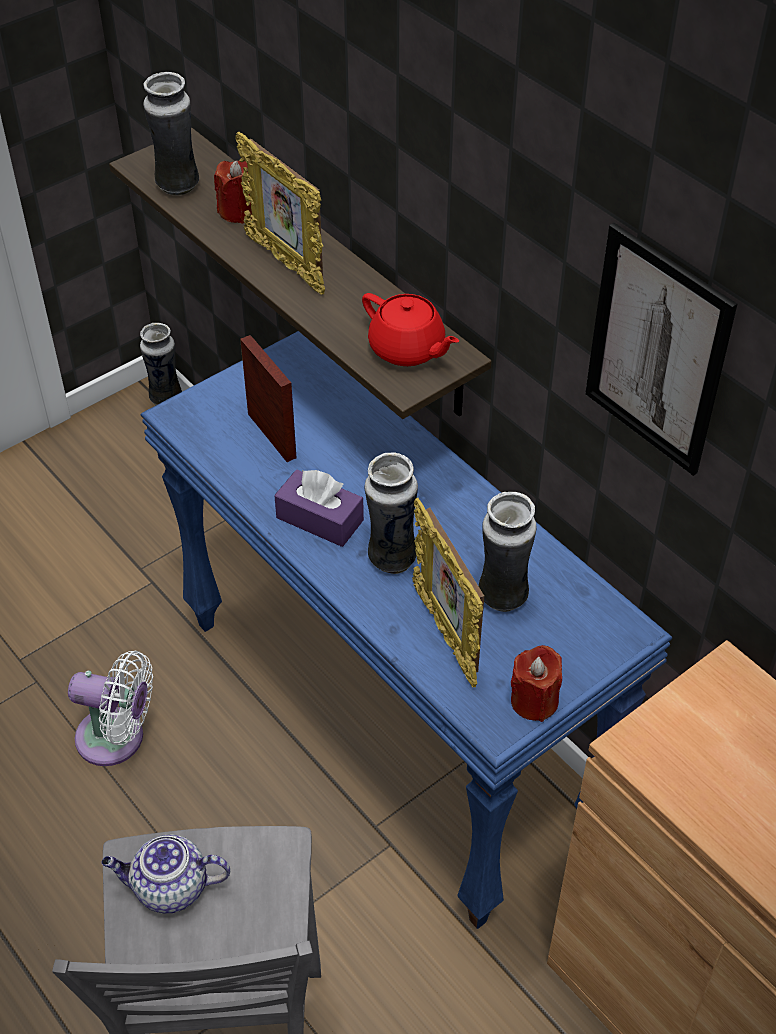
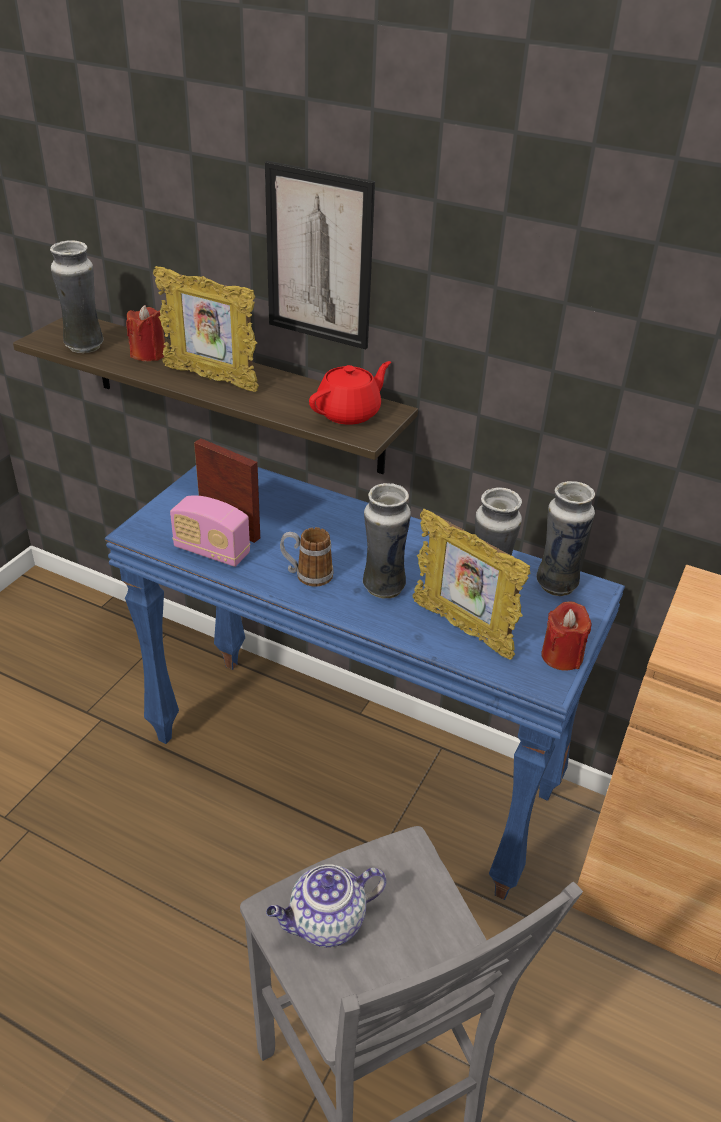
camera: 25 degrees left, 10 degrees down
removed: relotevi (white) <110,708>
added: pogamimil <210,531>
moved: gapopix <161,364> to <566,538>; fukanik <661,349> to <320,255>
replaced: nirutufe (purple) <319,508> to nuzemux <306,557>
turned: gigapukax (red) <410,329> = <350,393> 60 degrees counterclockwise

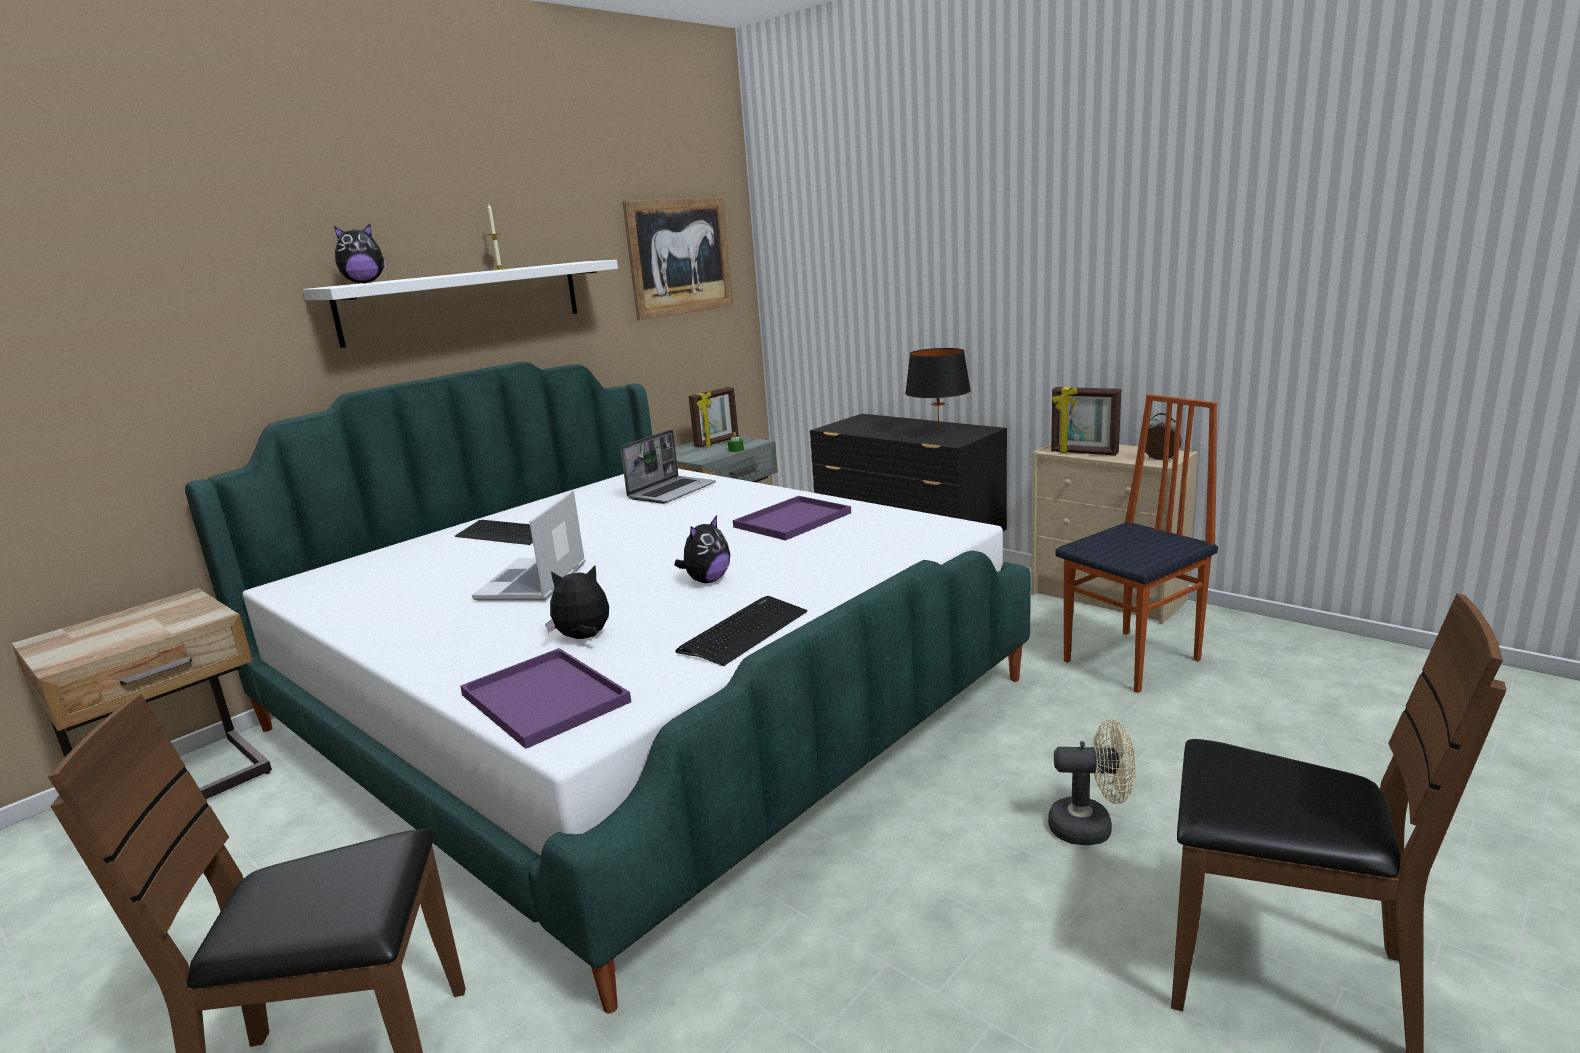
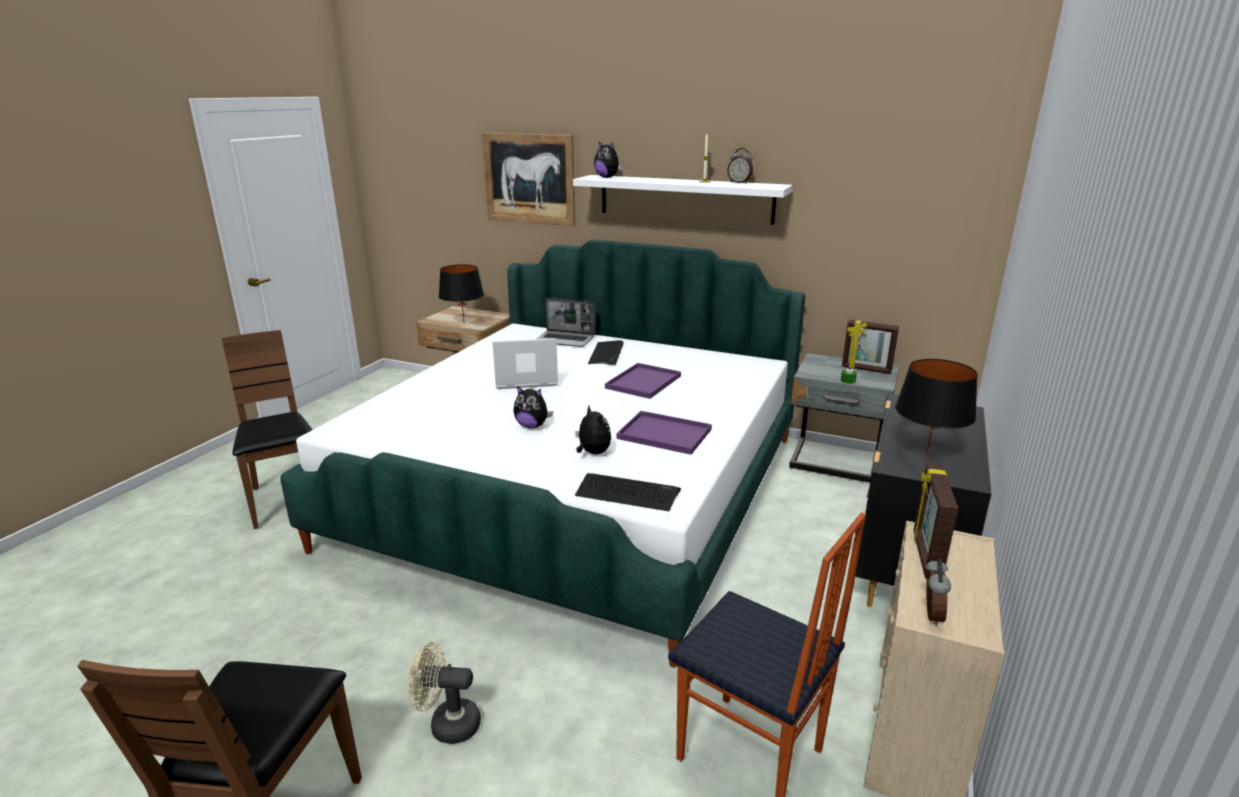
camera: 70 degrees right, 5 degrees up
added: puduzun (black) <461,293>; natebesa <740,166>
moved: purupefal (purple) <545,698> to <643,381>; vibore <577,602> to <593,430>; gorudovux <668,466> to <566,322>; fukanik <678,258> to <528,179>; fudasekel <741,631> to <628,492>
turned: relotevi (beige) <1092,782> = <444,693> 105 degrees clockwise

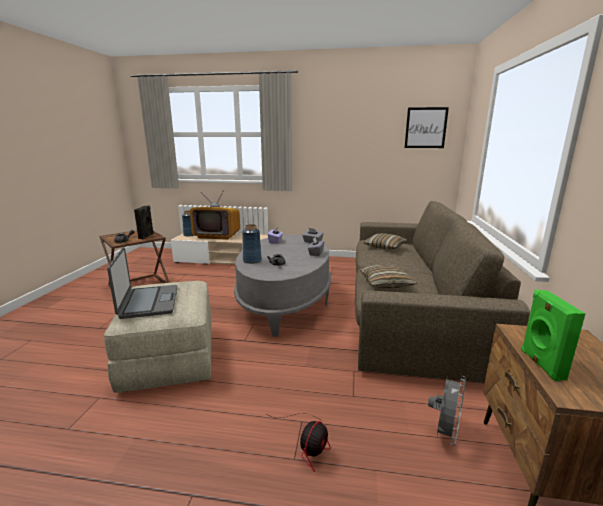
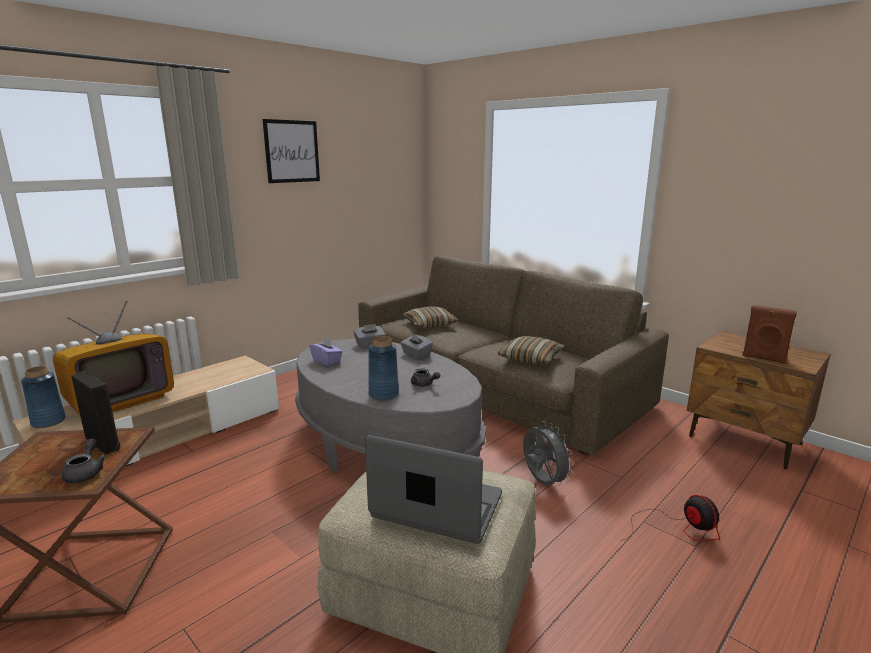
camera: 55 degrees left, 0 degrees up
moved: fukanik <426,127> to <291,151>; relotevi (grey) <447,410> to <548,453>
recoloured: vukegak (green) <553,335> to vukegak (brown) <769,334>

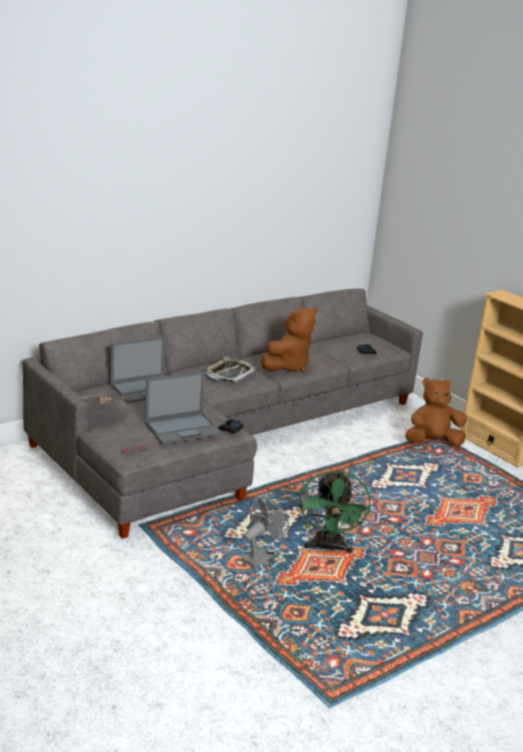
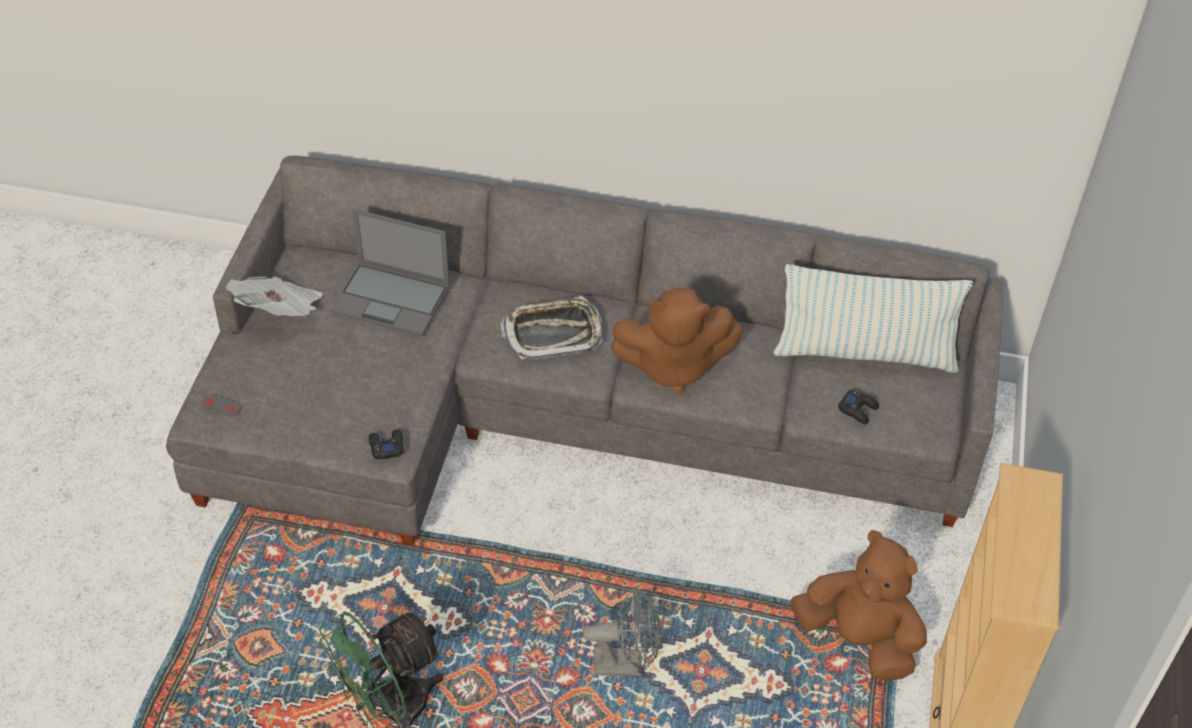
camera: 50 degrees right, 25 degrees up
removed: gorudovux <182,407>
added: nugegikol <873,318>
moved: relotevi (grey) <266,532> to <622,631>

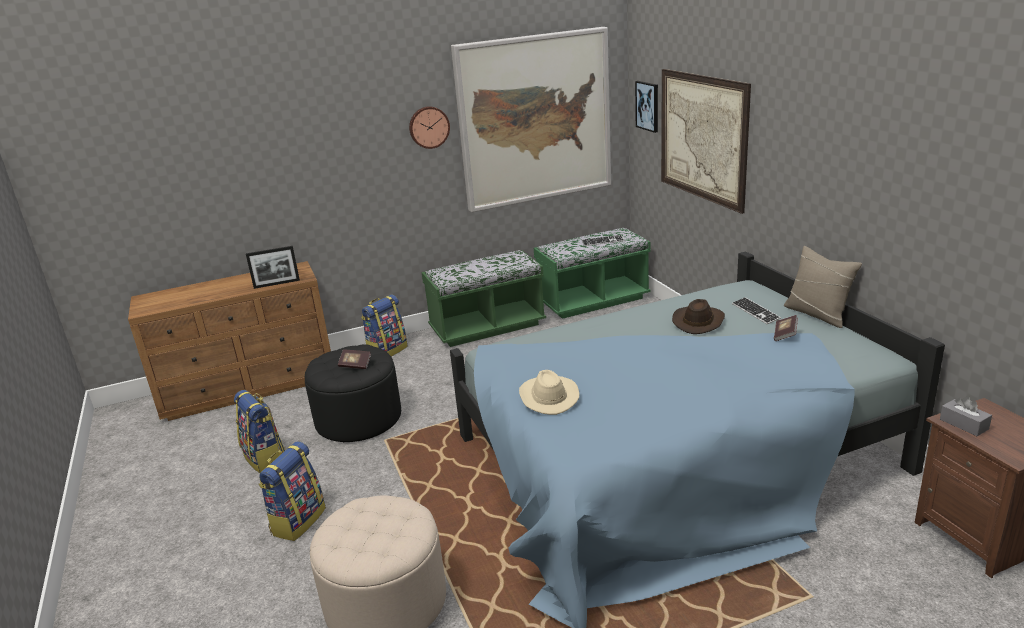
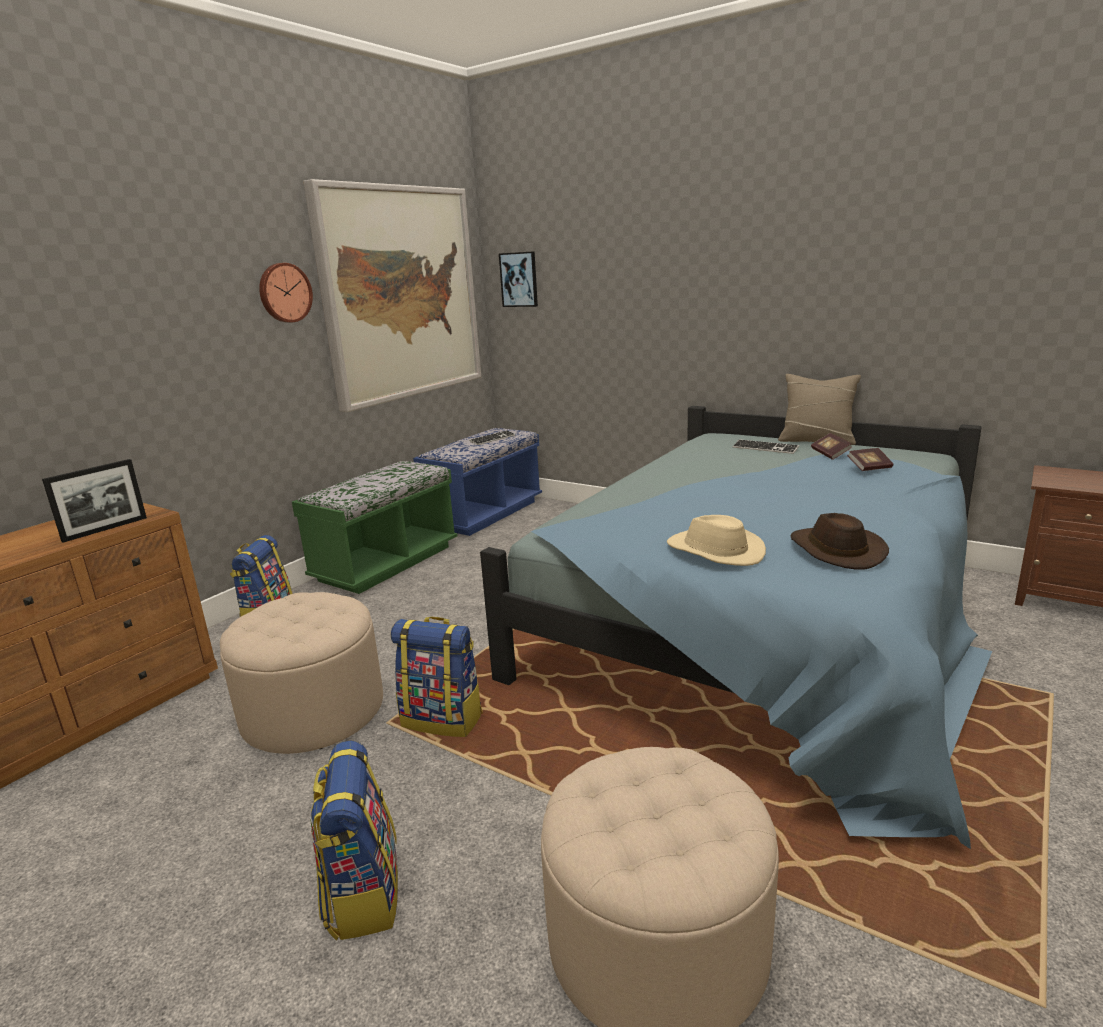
camera: 35 degrees left, 5 degrees down
removed: fukanik <706,141>; nirutufe (grey) <966,416>
moved: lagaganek <259,431> to <437,677>; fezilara <354,359> to <870,459>; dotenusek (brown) <698,316> to <840,541>
recoloured: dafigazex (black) <353,393> to dafigazex (beige) <301,673>; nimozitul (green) <592,273> to nimozitul (blue) <477,482>

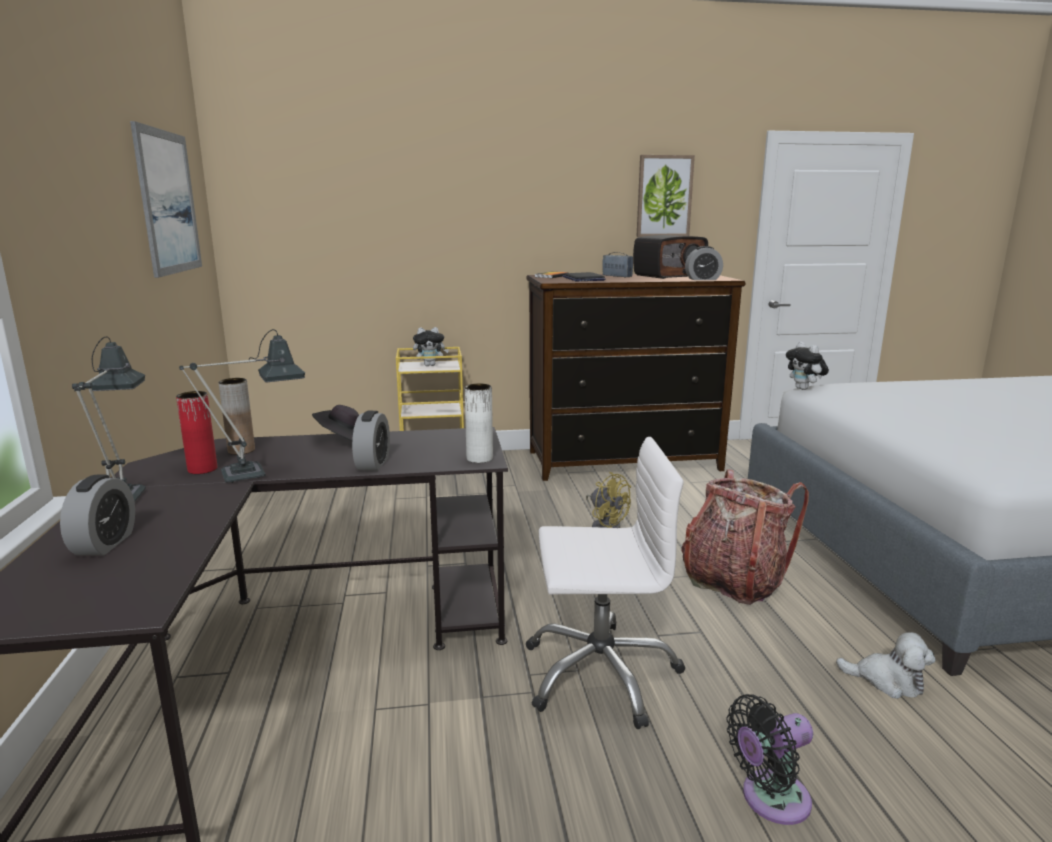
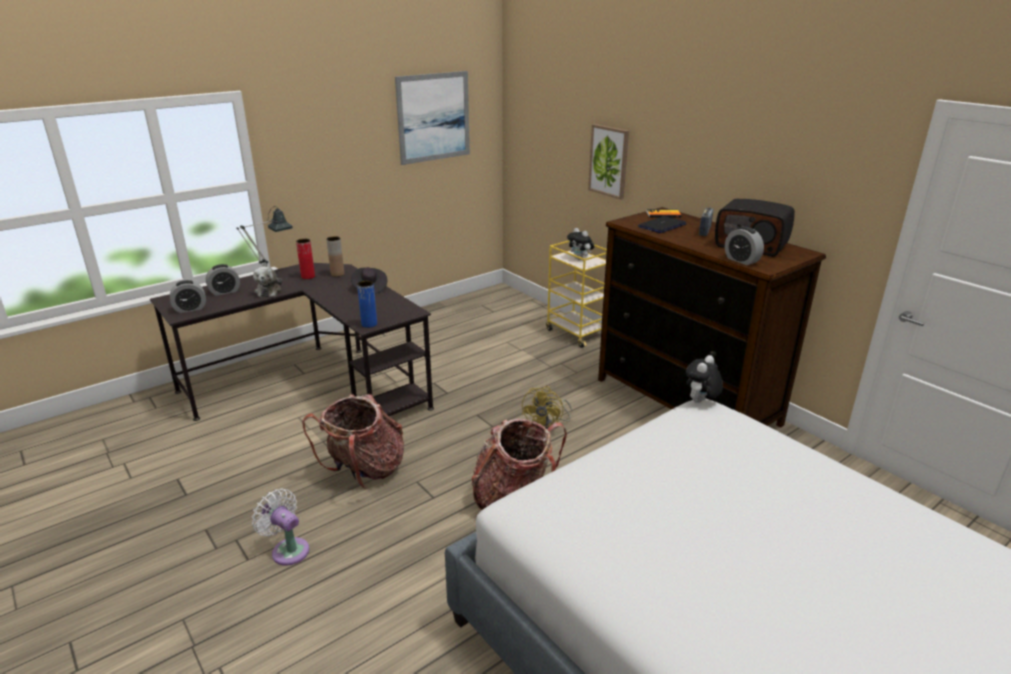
camera: 60 degrees right, 10 degrees up
removed: puduzun <242,406>
moved: natebesa <371,441> to <188,296>; fukanik <665,196> to <608,162>; vibore <886,665> to <267,282>
replaced: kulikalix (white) <605,583> to lagaganek <353,441>
recoloured: gapopix (white) <479,423> to gapopix (blue) <367,304>; relotevi (black) <769,759> to relotevi (white) <281,527>

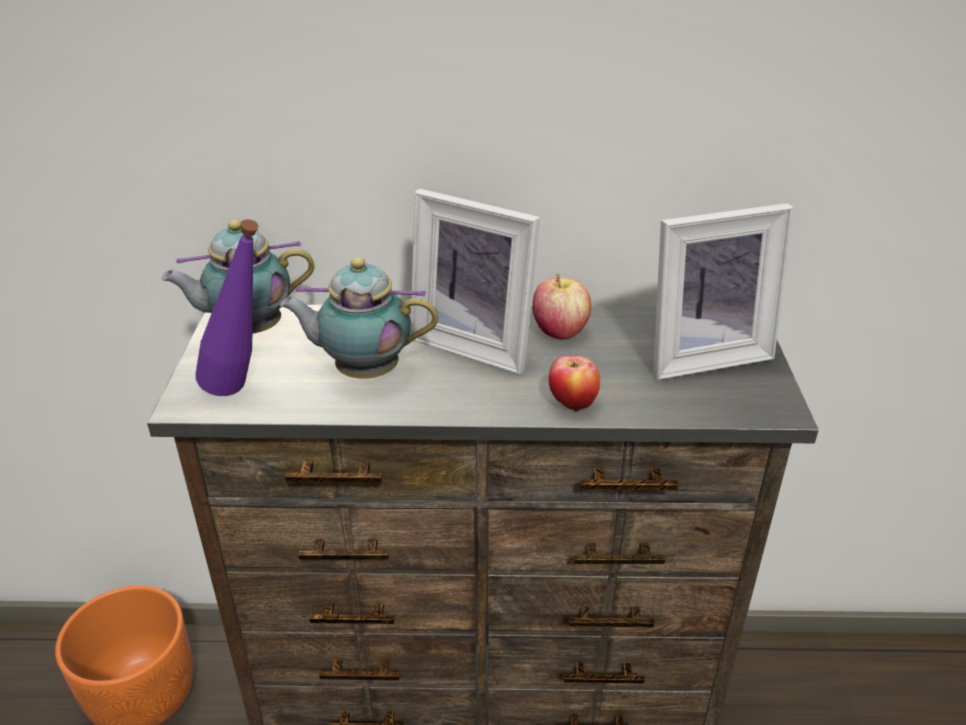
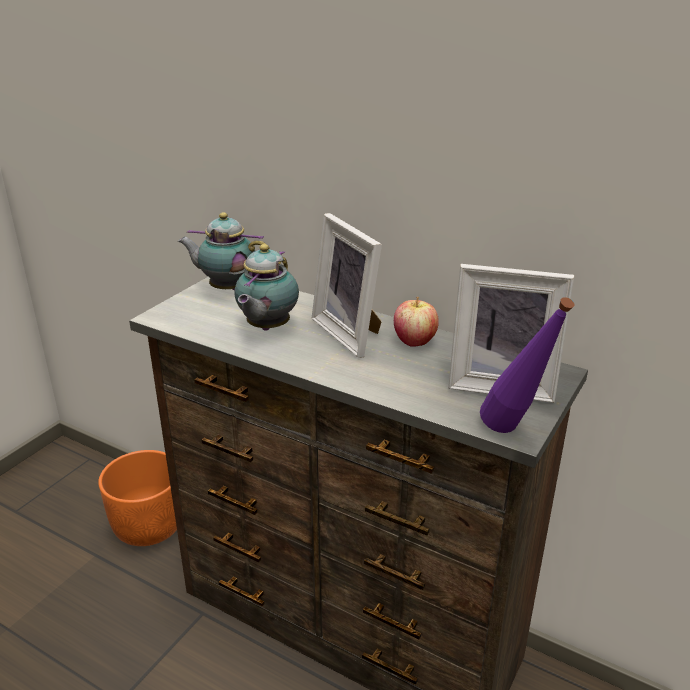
camera: 30 degrees right, 5 degrees down
removed: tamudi <574,383>
moved: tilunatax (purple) <227,307> to <527,365>
turned: gigapukax <359,318> = <267,287> 105 degrees counterclockwise

